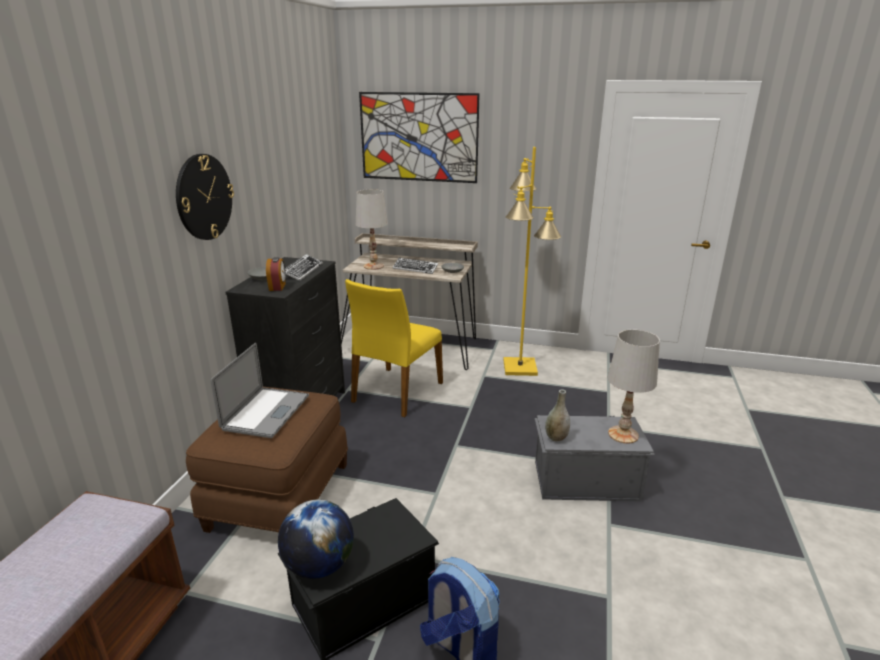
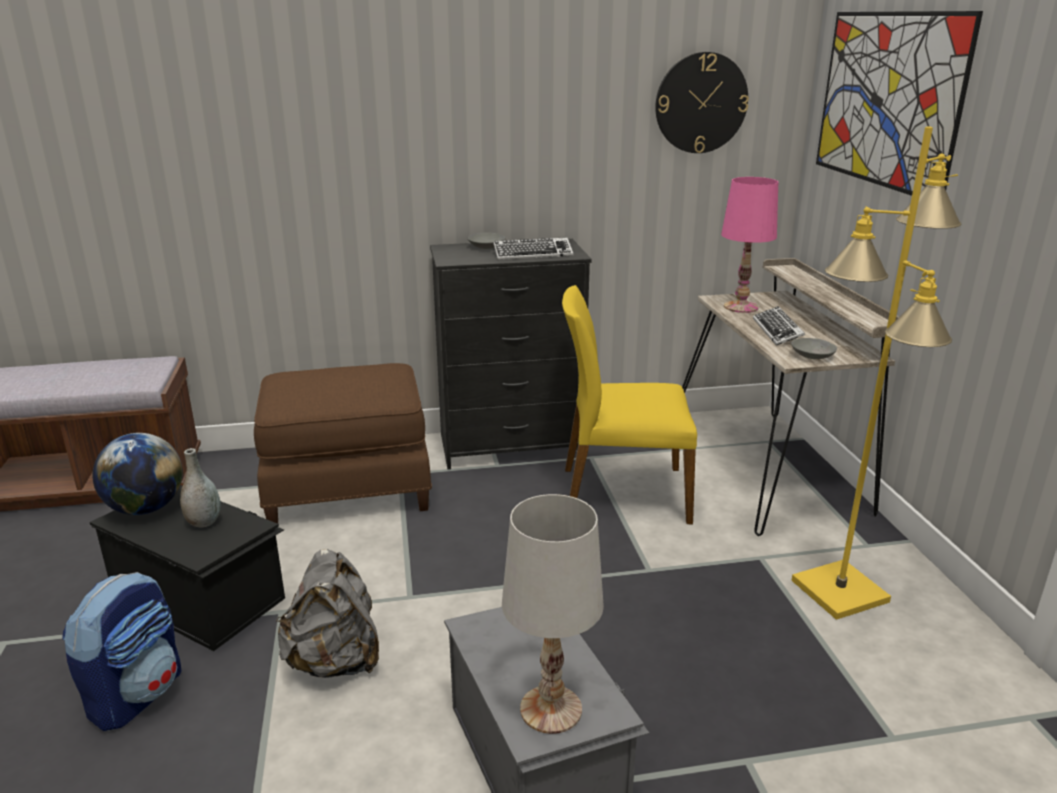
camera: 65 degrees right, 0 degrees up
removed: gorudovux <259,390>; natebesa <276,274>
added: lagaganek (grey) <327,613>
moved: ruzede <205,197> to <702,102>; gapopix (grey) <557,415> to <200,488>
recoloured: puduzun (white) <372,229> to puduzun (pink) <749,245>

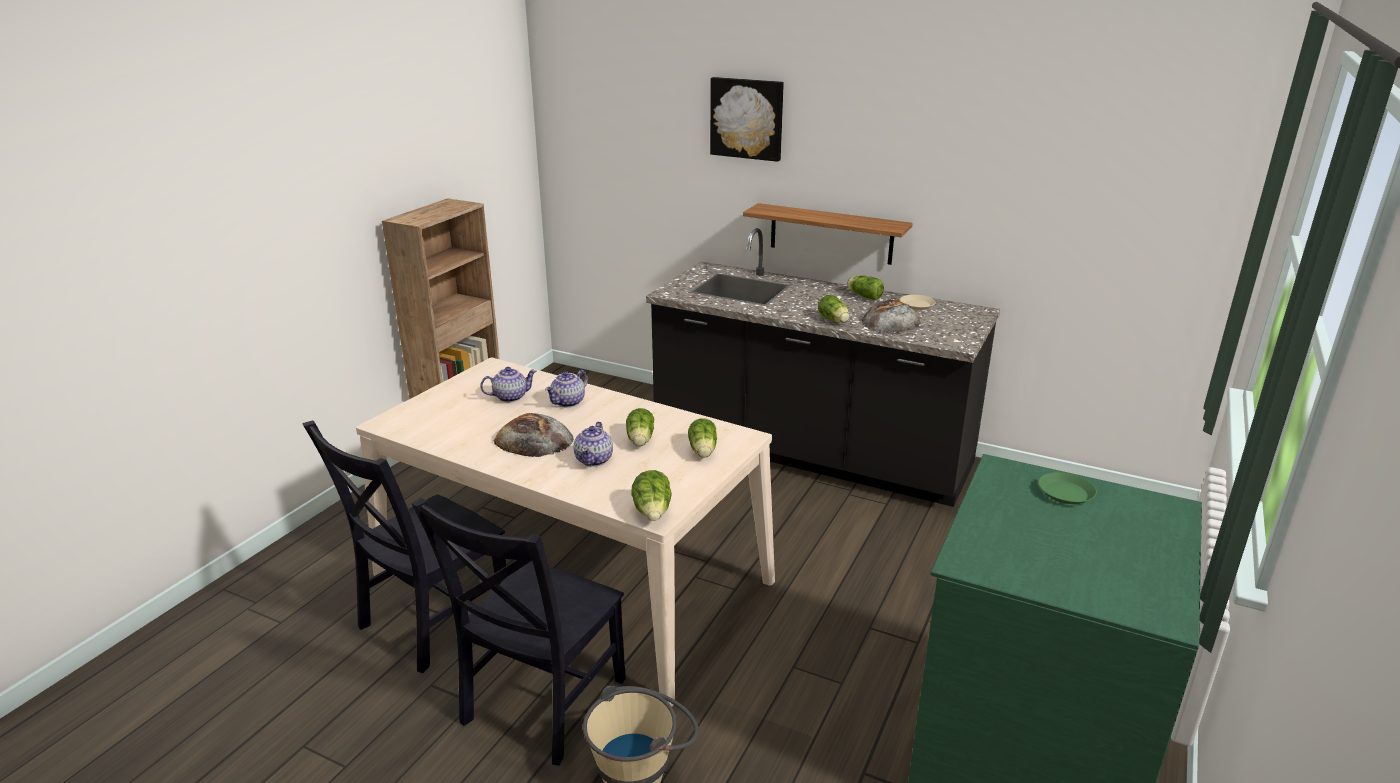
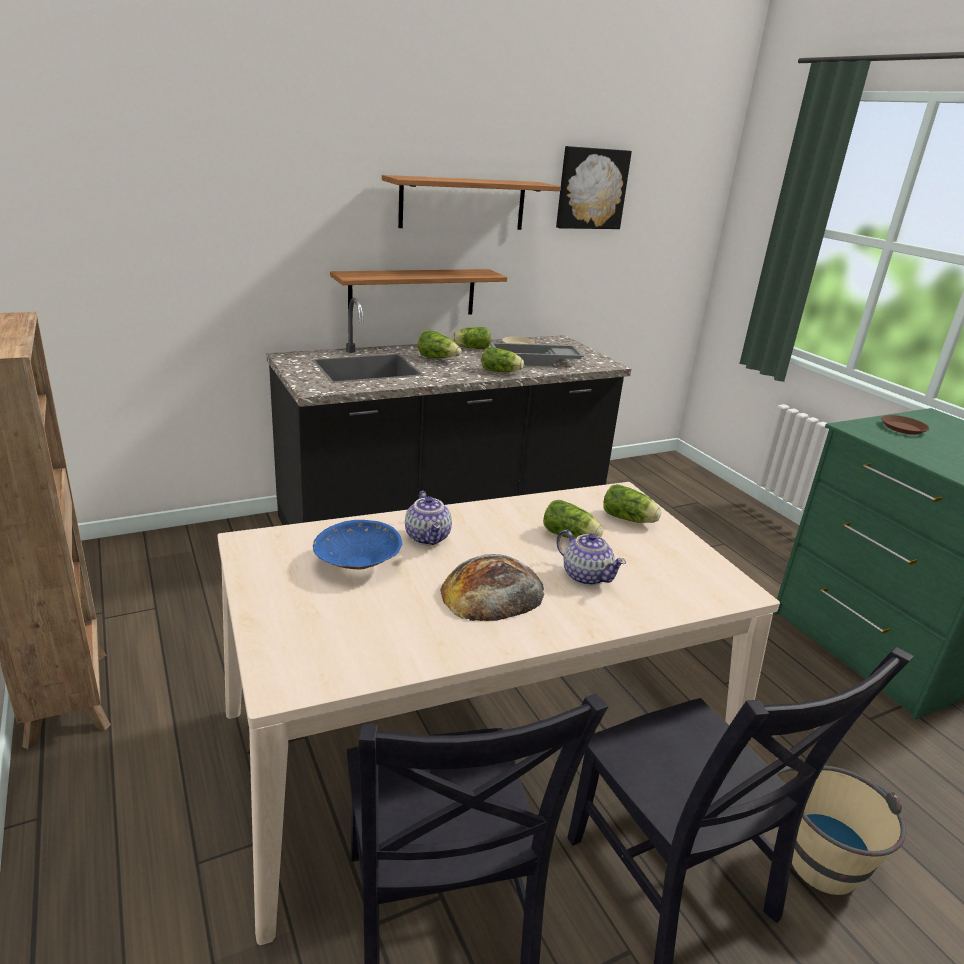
camera: 55 degrees left, 0 degrees up
added: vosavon <471,202>
moved: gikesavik <651,495> to <440,344>; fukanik <747,119> to <594,187>
replaced: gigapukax <508,384> to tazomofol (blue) <357,544>; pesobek <890,317> to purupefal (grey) <537,354>
recoloured: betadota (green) <1067,488> to betadota (brown) <905,425>

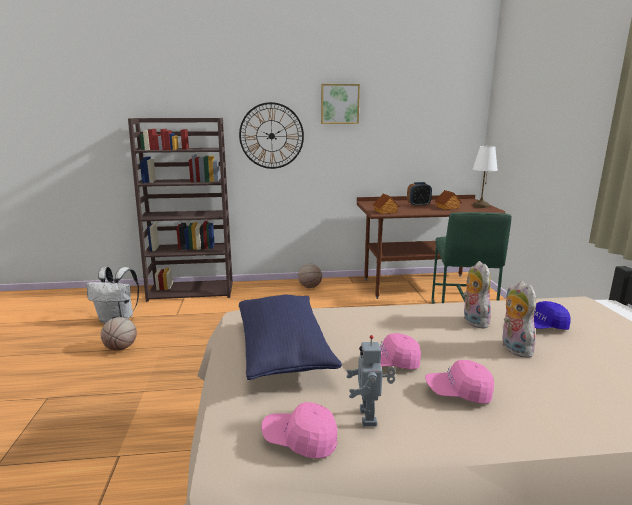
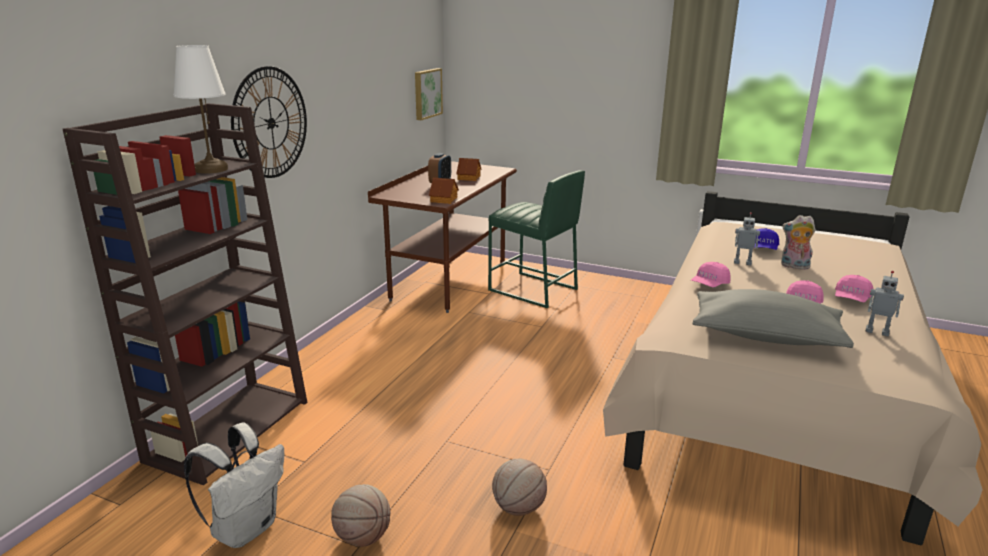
camera: 60 degrees left, 5 degrees up
moved: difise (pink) <299,430> to <711,274>; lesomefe <310,276> to <519,487>; fukanik <340,104> to <429,94>; puduzun (white) <485,177> to <200,109>
replaced: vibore <477,295> to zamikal <747,238>
recoloured: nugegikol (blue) <290,337> to nugegikol (grey) <773,318>

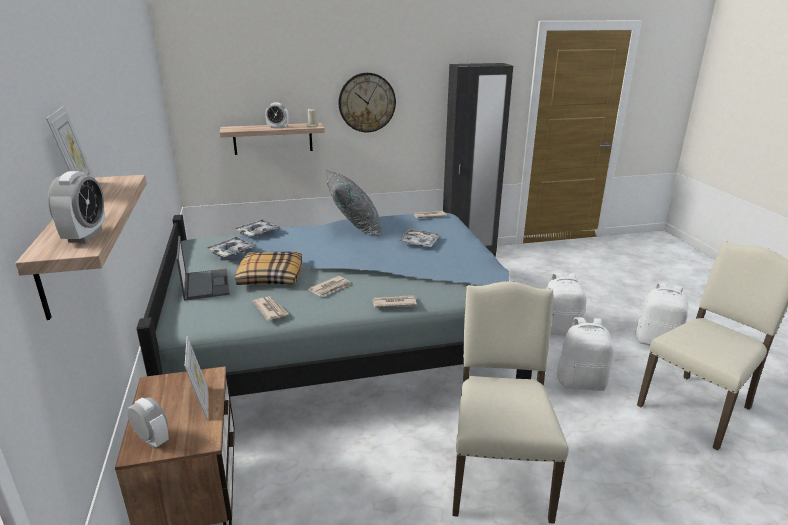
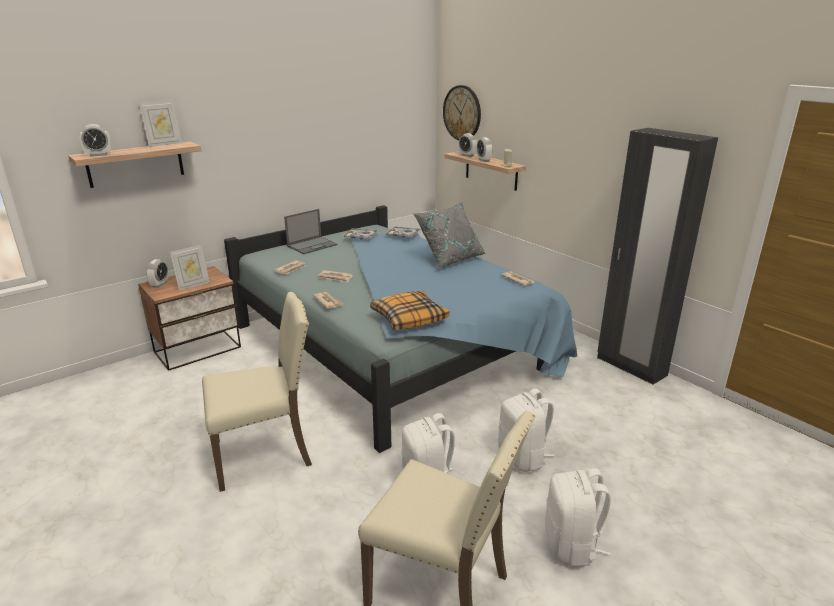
camera: 65 degrees right, 0 degrees up
removed: purupefal <419,238>
added: natebesa <468,145>
moved: nugegikol <268,268> to <410,310>; ruzede <367,102> to <462,112>

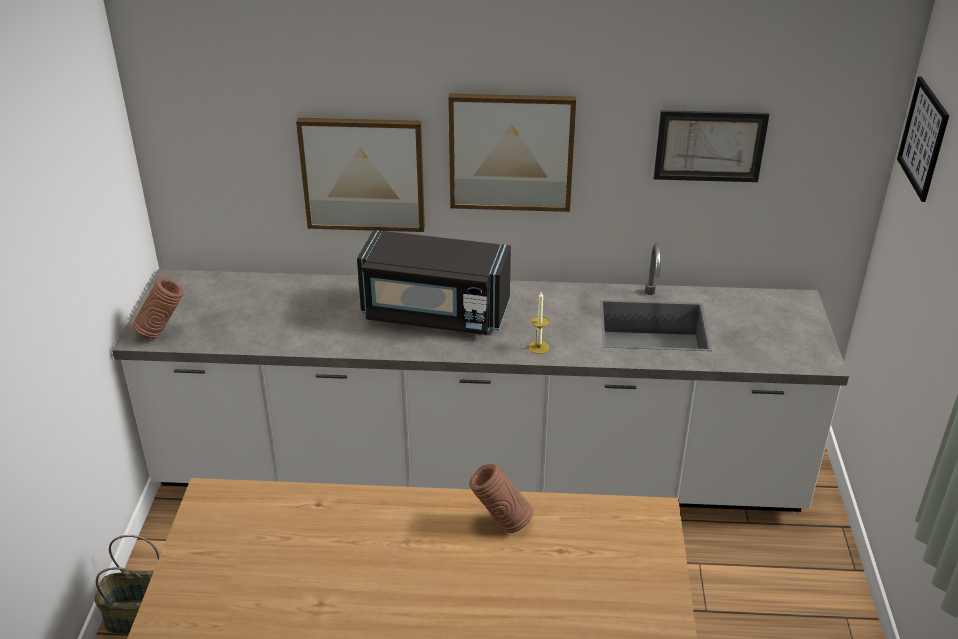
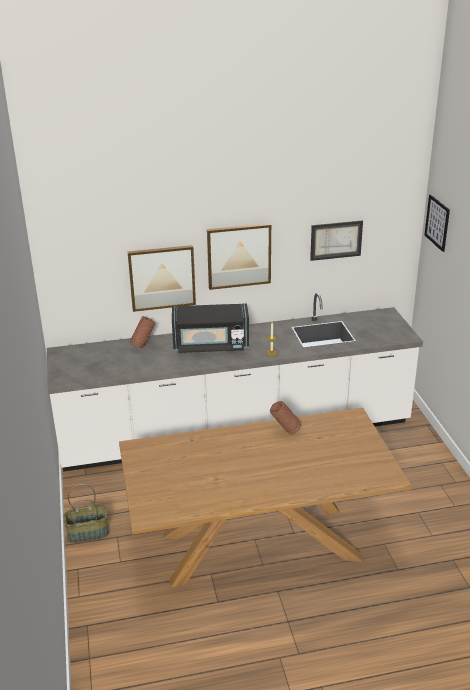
camera: 15 degrees left, 5 degrees down
moved: gapopix (brown) <158,308> to <142,332>

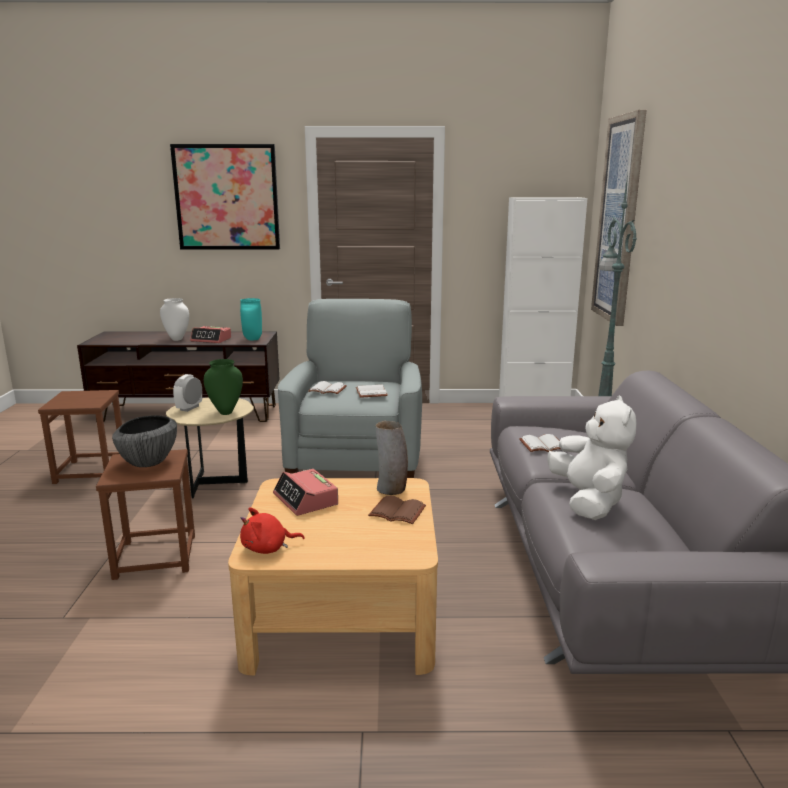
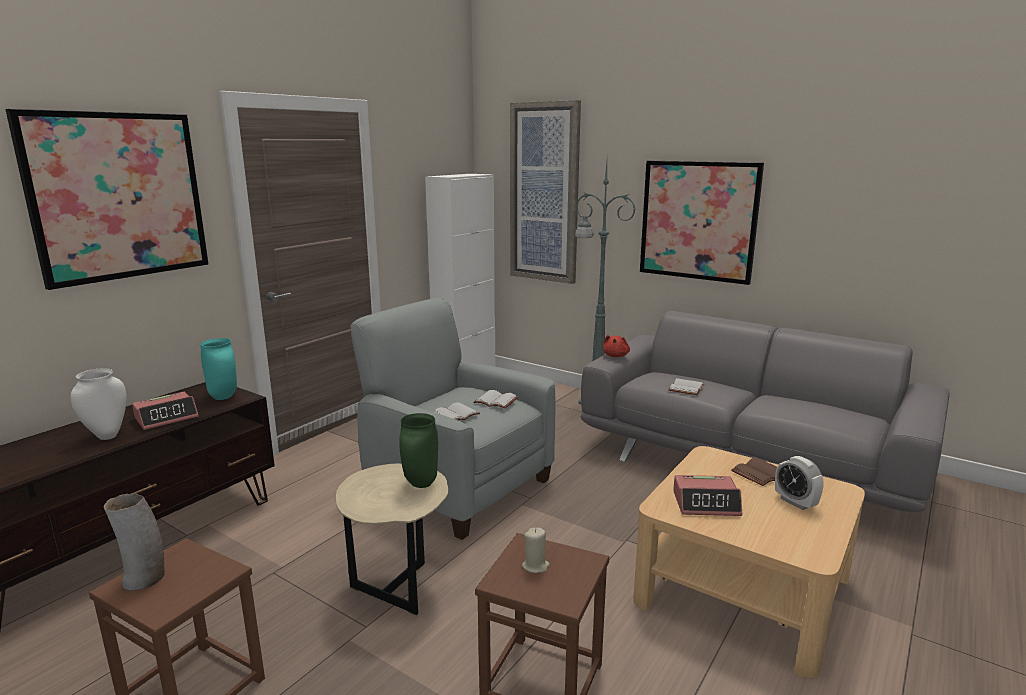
camera: 55 degrees left, 0 degrees up
removed: vibore (white) <592,458>
added: fukanik <702,223>
moved: natebesa <187,393> to <799,483>; vibore (red) <272,530> to <616,346>; gapopix <392,458> to <134,542>
replaced: tazomofol <144,441> to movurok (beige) <536,550>

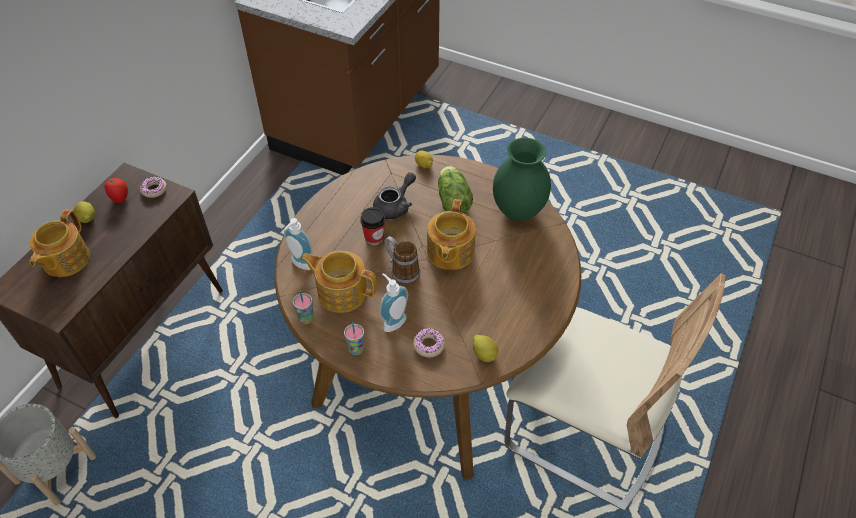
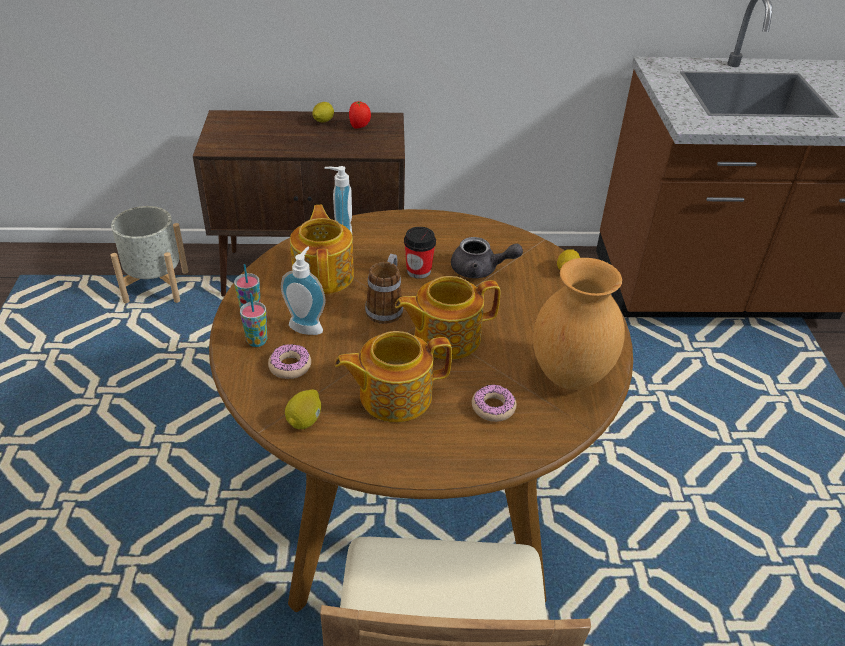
camera: 60 degrees right, 10 degrees down
removed: gikesavik <455,190>
moved: gigapukax <60,243> to <393,376>; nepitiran <153,187> to <494,403>; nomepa <303,307> to <253,320>
recoloured: gapopix (green) <522,179> to gapopix (brown) <579,324>

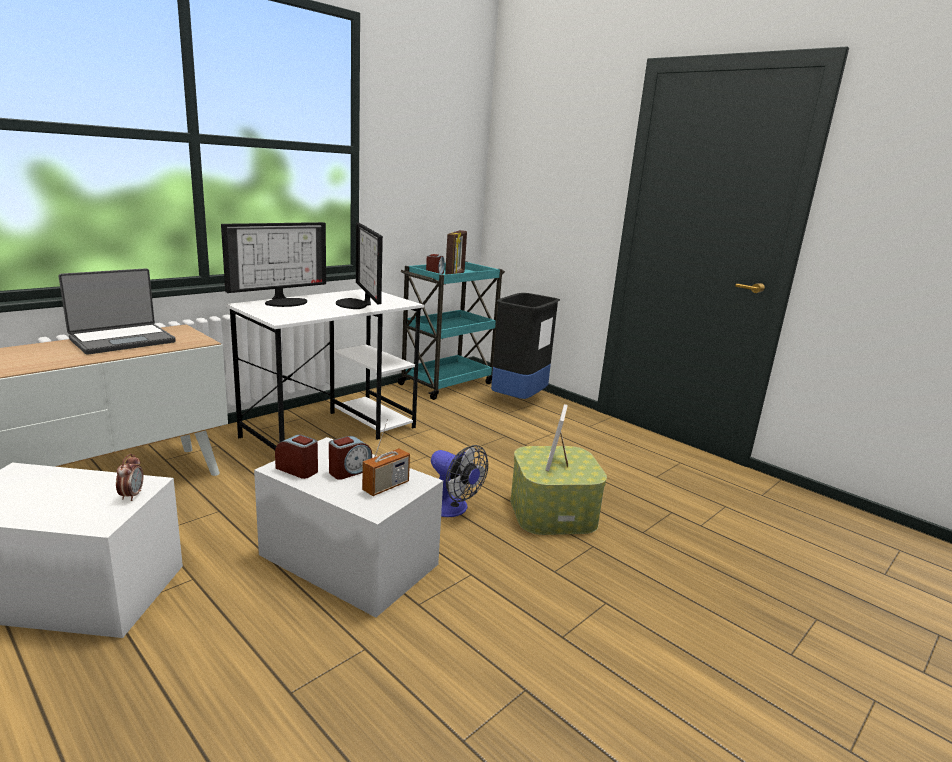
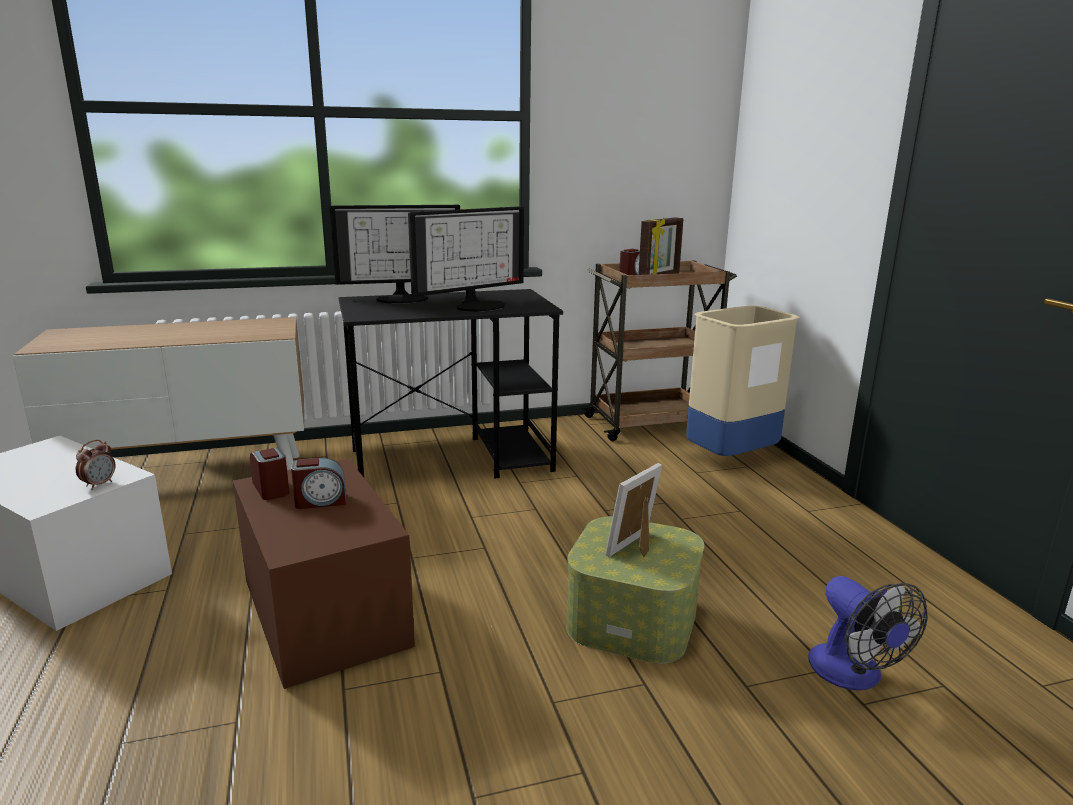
camera: 30 degrees right, 0 degrees up
removed: gorudovux <117,311>; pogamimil <386,457>
moved: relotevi <459,481> to <868,633>
recoloured: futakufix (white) <325,369> to futakufix (black) <450,384>; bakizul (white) <348,527> to bakizul (brown) <324,574>; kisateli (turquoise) <450,330> to kisateli (brown) <659,350>; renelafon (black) <525,346> to renelafon (beige) <742,381>
turned: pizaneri <359,266> = <466,258> 135 degrees counterclockwise

